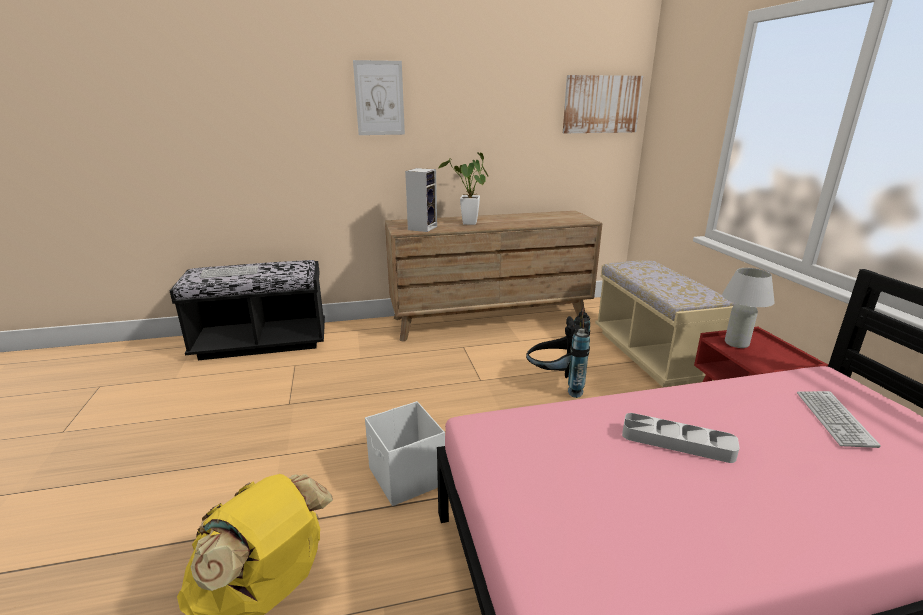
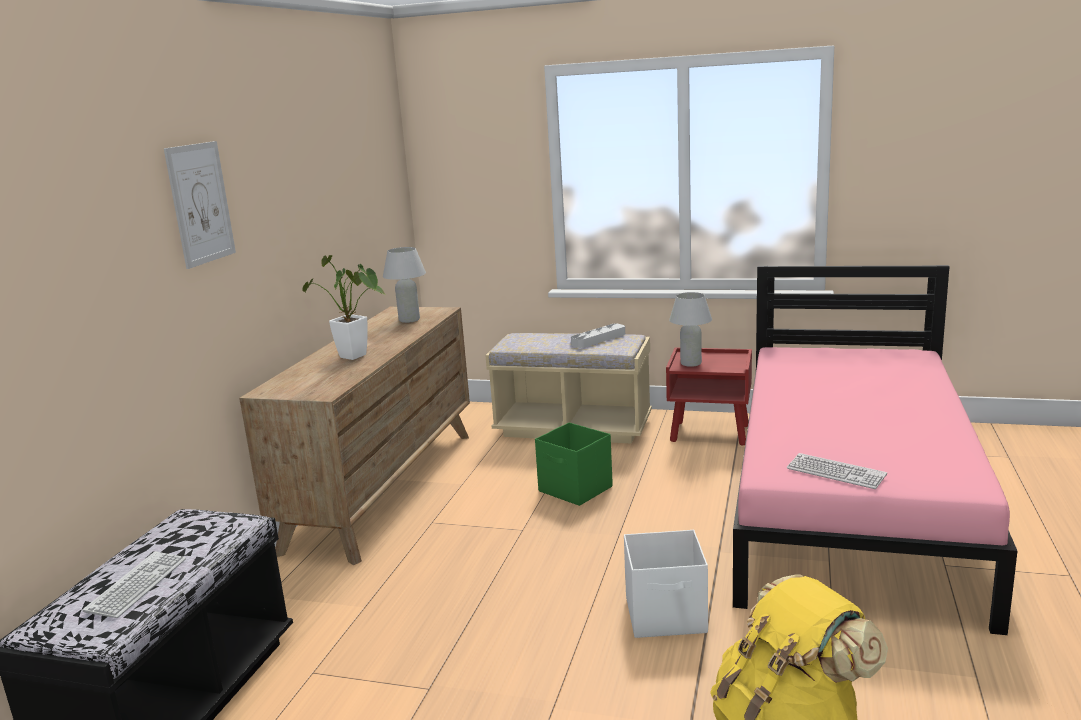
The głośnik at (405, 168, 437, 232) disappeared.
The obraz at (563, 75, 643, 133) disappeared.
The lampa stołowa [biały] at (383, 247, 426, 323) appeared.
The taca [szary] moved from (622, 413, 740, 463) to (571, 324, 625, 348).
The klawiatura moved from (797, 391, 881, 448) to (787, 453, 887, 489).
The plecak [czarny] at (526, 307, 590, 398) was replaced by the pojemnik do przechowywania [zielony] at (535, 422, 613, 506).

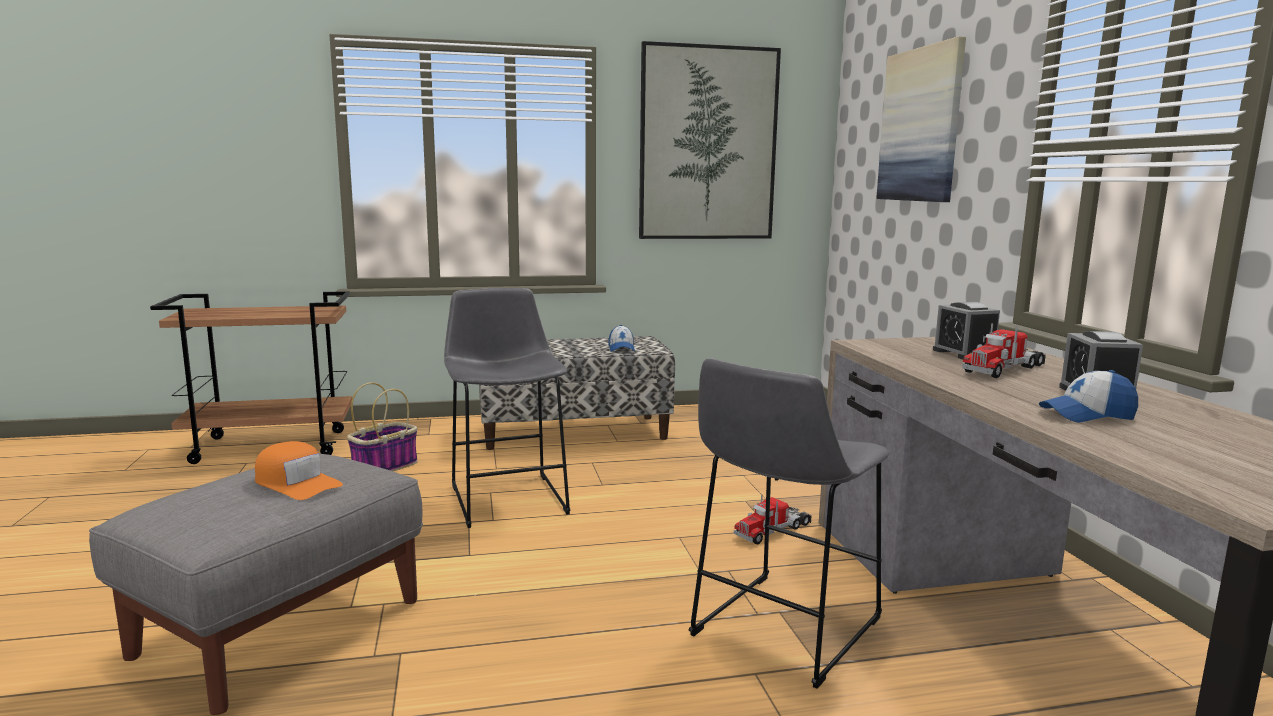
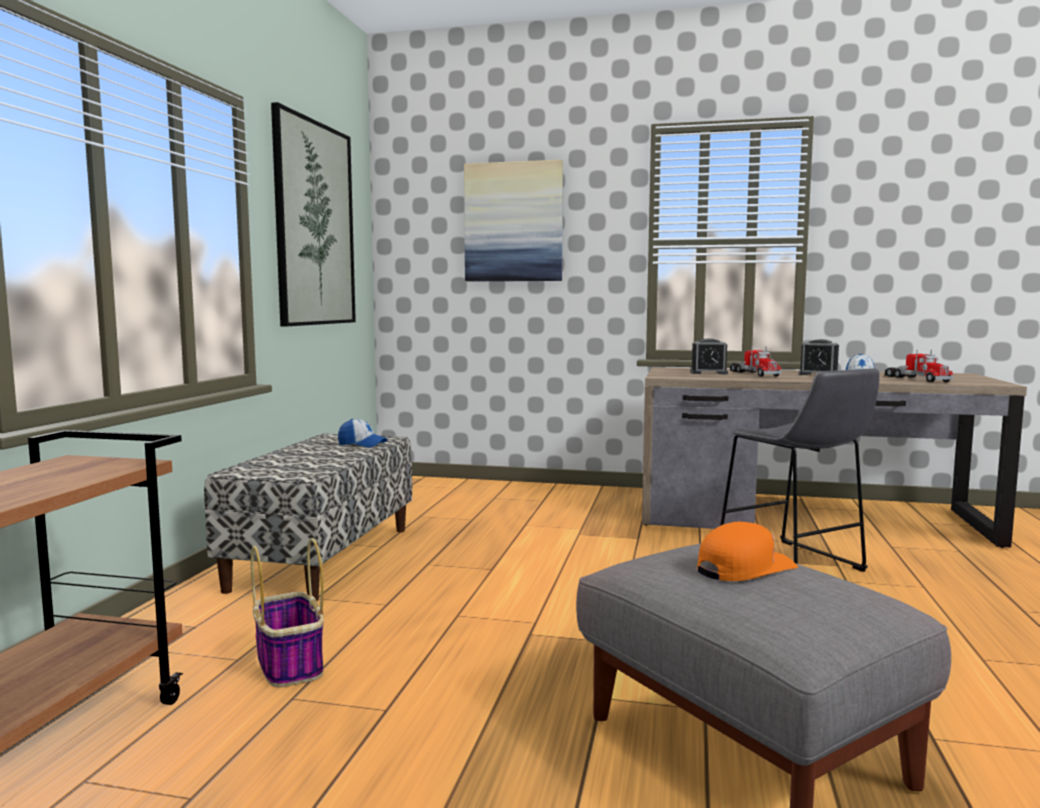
The stołek [szary] at (444, 288, 570, 528) disappeared.
The ciężarówka zabawkowa moved from (734, 494, 812, 544) to (885, 349, 953, 382).

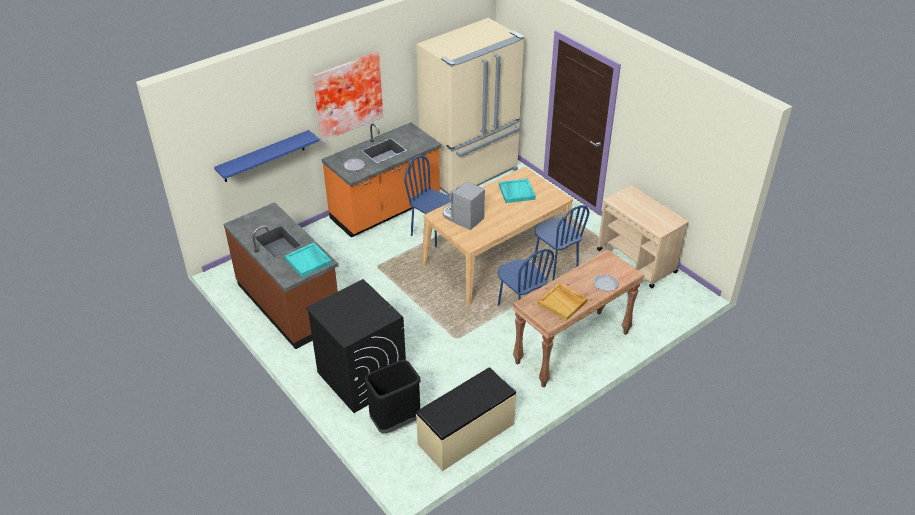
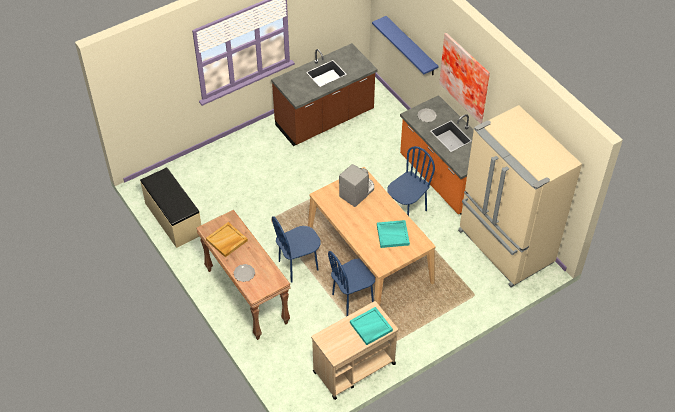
The pralka [czarny] at (306, 279, 406, 413) disappeared.
The kosz na śmieci [czarny] at (365, 360, 421, 434) disappeared.
The taca [turkusowy] moved from (285, 243, 332, 277) to (350, 307, 393, 345).

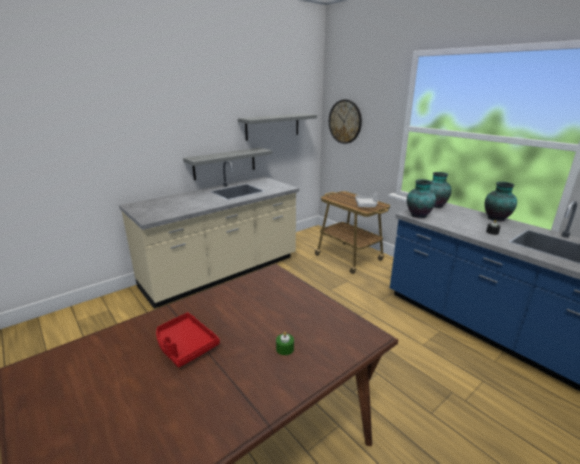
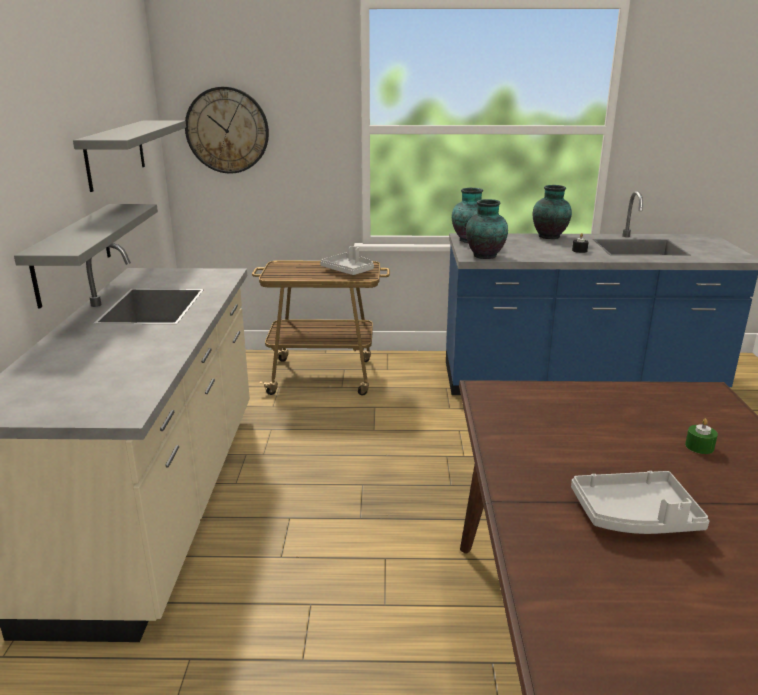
The taca [czerwony] at (156, 312, 220, 368) became the taca [szary] at (571, 471, 709, 534).

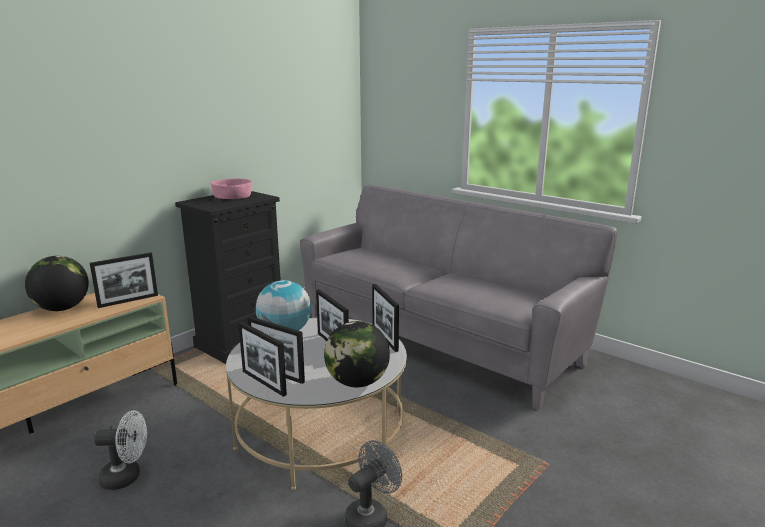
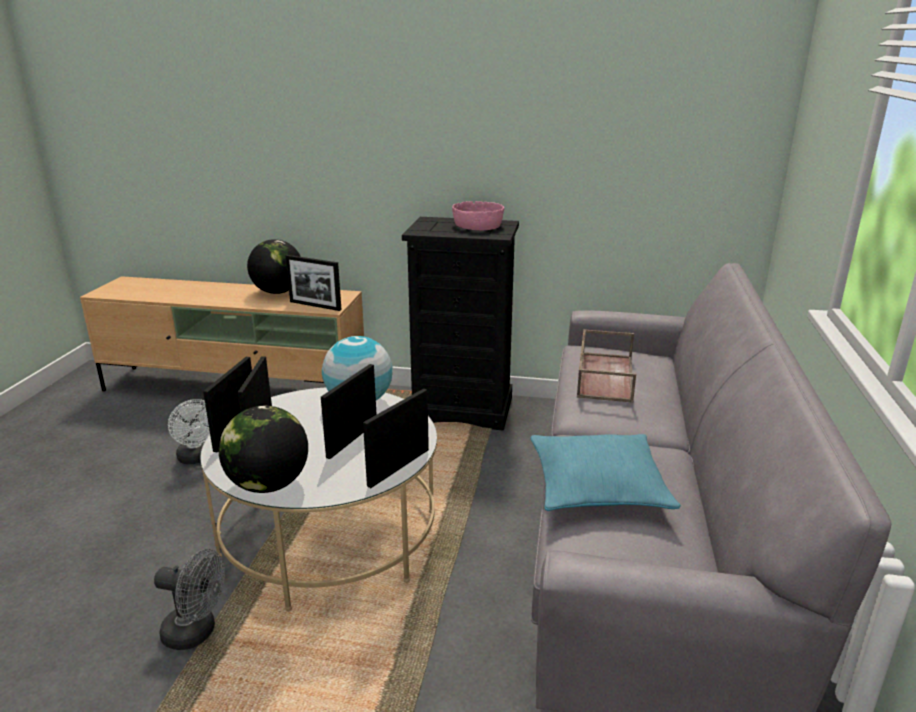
The poduszka [turkusowy] at (530, 434, 681, 511) appeared.
The taca [brązowy] at (577, 329, 636, 403) appeared.

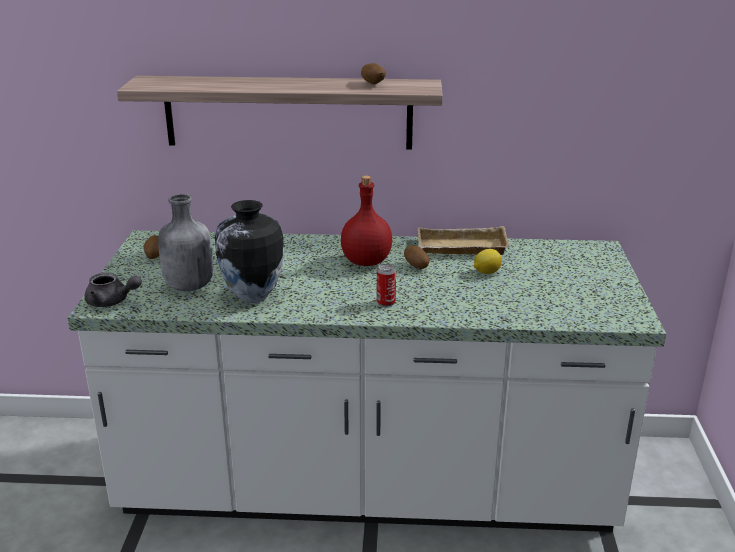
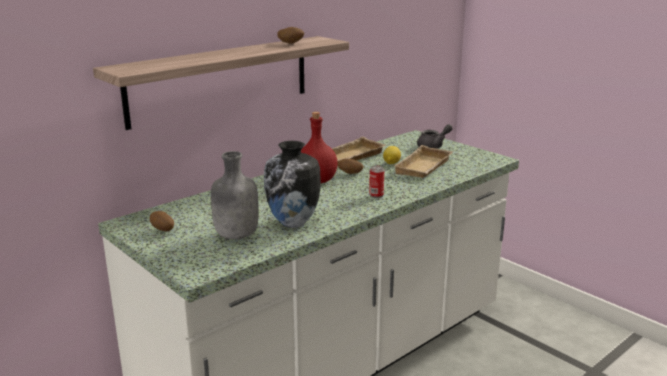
The taca [beżowy] at (393, 145, 453, 178) appeared.
The imbryk [szary] moved from (85, 273, 142, 307) to (417, 124, 453, 149).

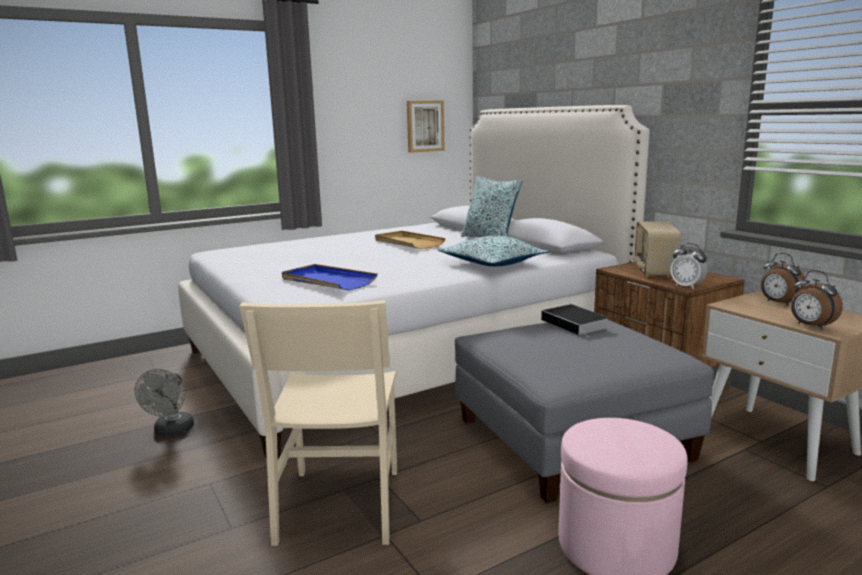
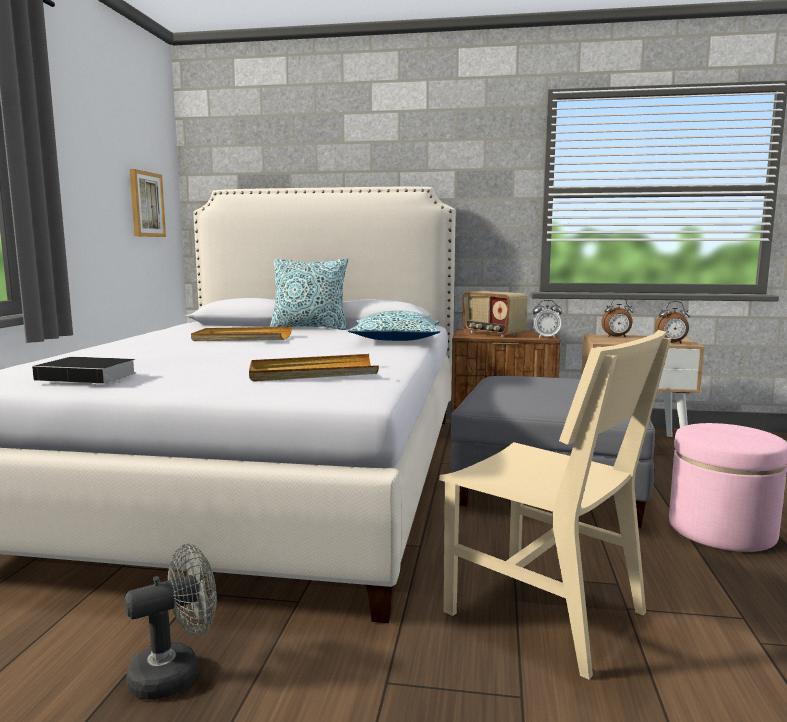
The książka moved from (541, 304, 609, 338) to (32, 357, 136, 384).
The taca [niebieski] at (282, 264, 377, 290) became the taca [beżowy] at (249, 354, 379, 382).
The wentylator [szary] at (134, 369, 194, 436) turned 75 degrees counterclockwise.

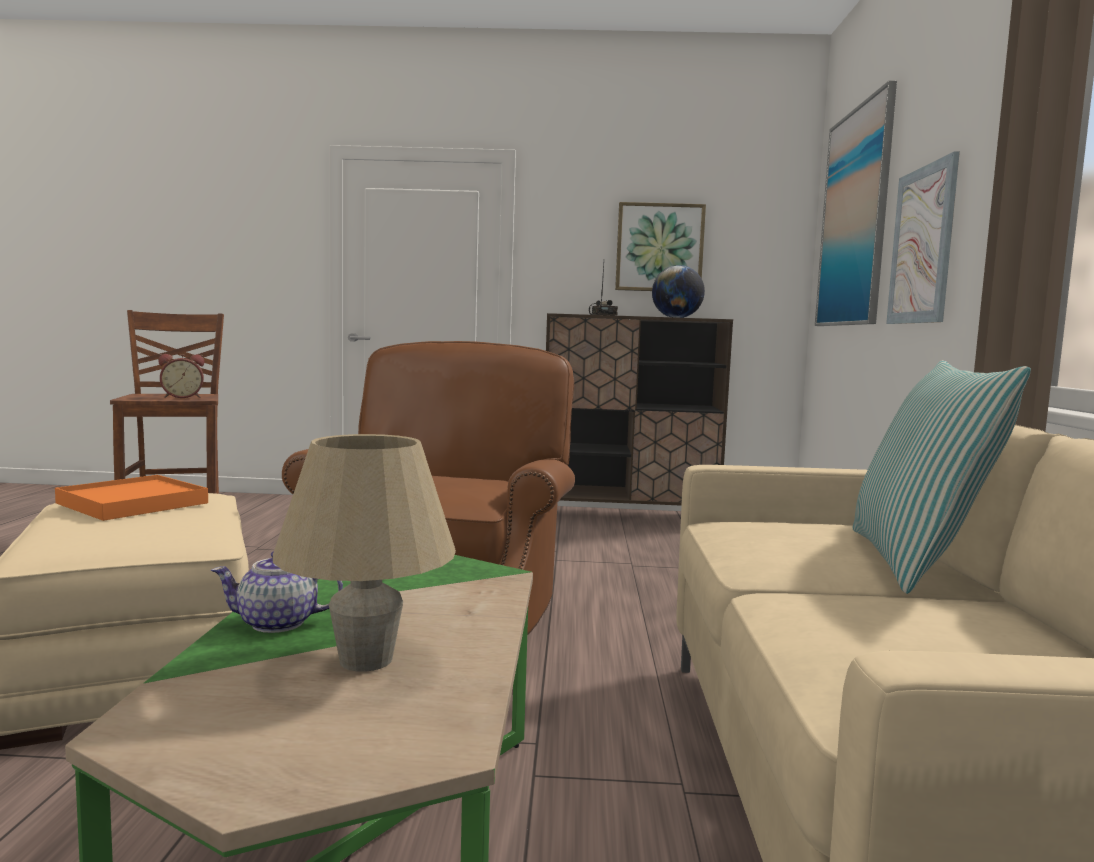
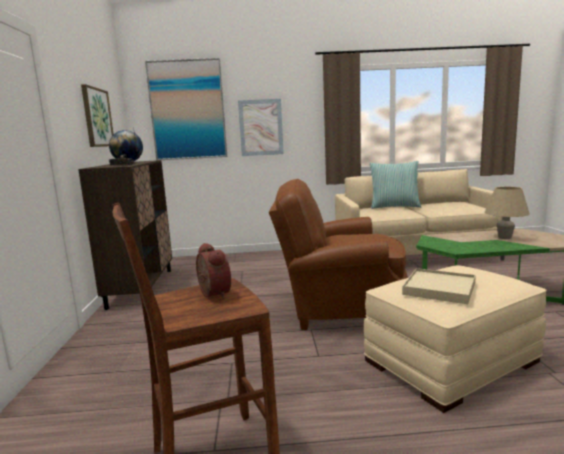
The imbryk at (211, 551, 343, 633) disappeared.
The taca [pomarańczowy] at (55, 475, 208, 521) became the taca [beżowy] at (402, 268, 476, 304).

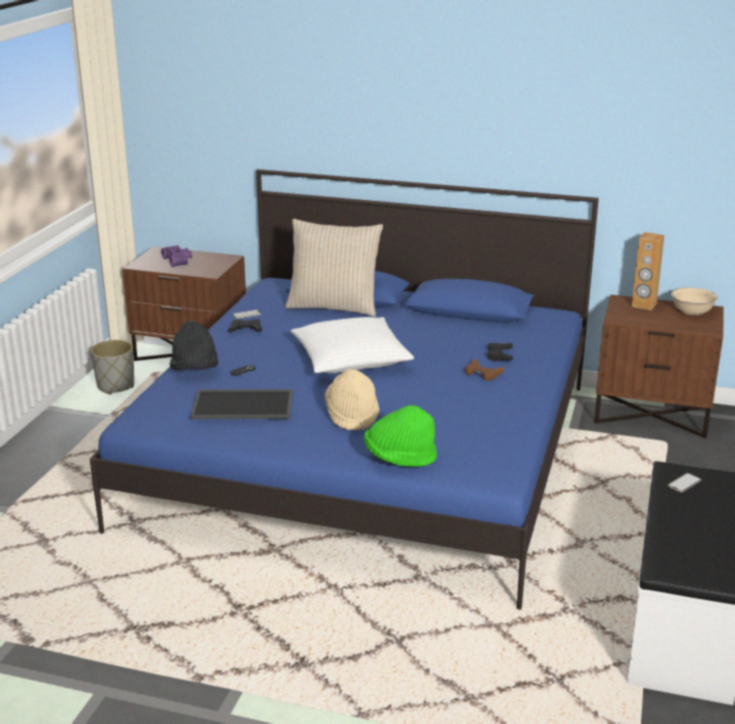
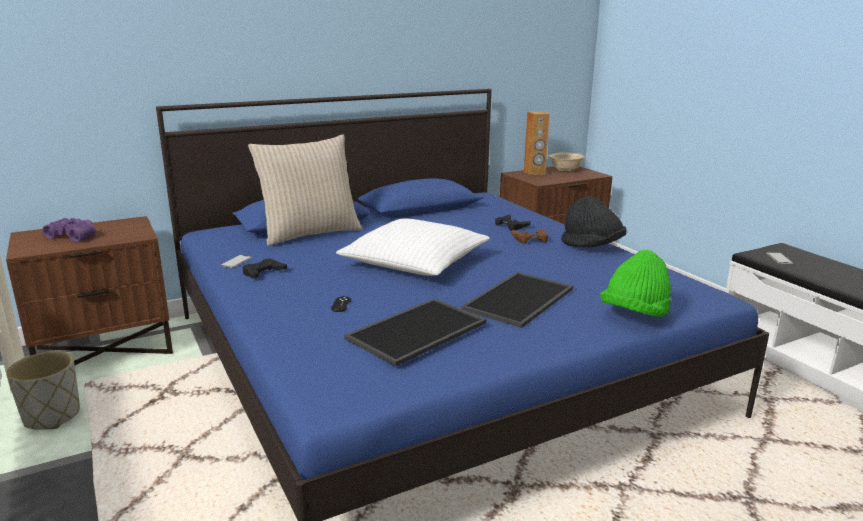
The kapelusz [czarny] moved from (170, 320, 219, 370) to (561, 196, 626, 247).
The kapelusz [beżowy] at (325, 369, 379, 430) was replaced by the taca at (461, 272, 573, 328).

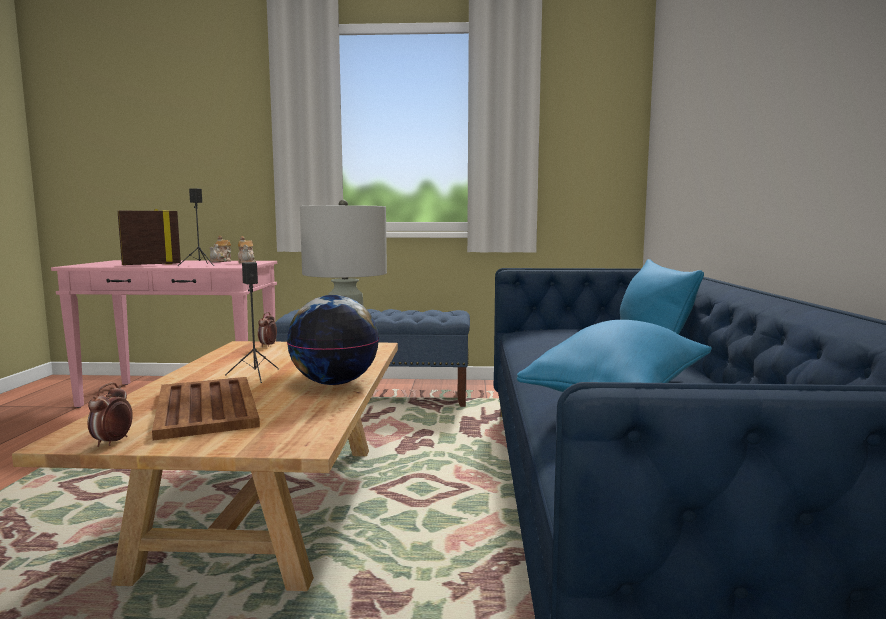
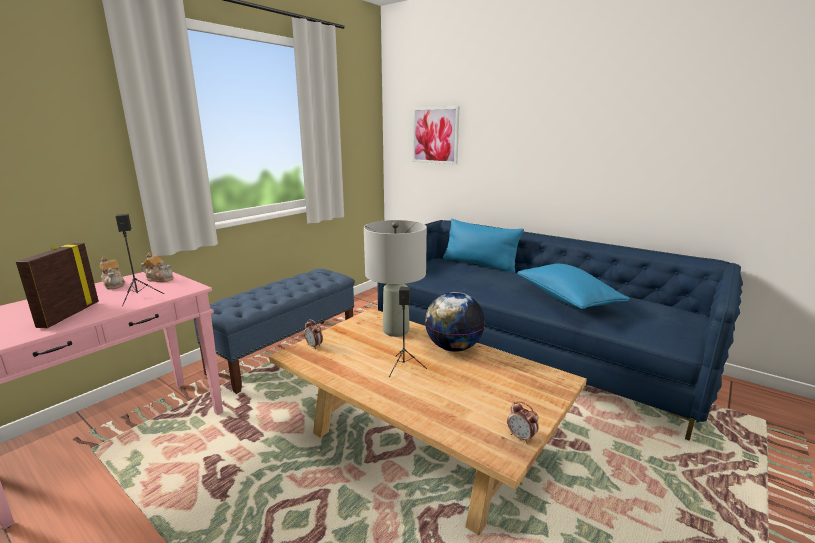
The taca [brązowy] at (152, 377, 260, 441) disappeared.
The obraz at (413, 106, 459, 164) appeared.

